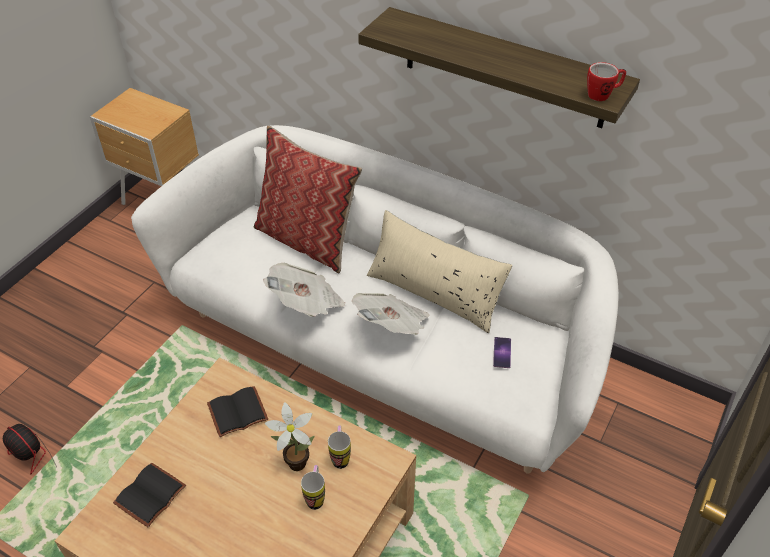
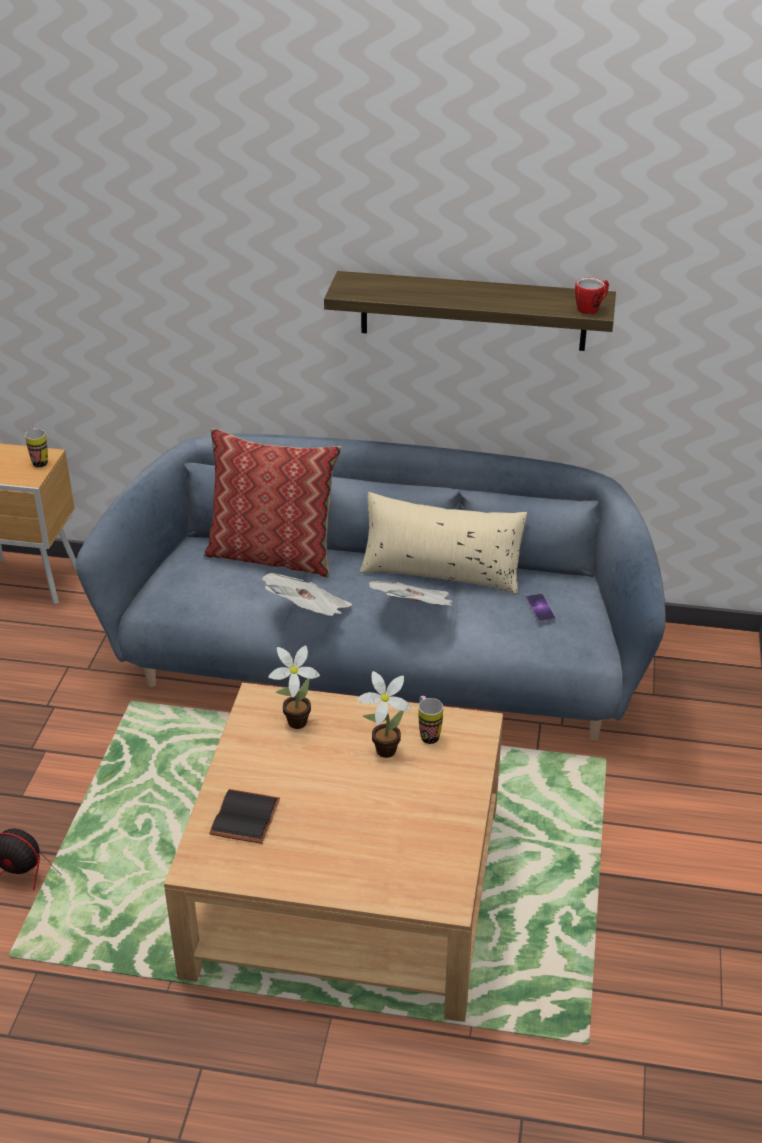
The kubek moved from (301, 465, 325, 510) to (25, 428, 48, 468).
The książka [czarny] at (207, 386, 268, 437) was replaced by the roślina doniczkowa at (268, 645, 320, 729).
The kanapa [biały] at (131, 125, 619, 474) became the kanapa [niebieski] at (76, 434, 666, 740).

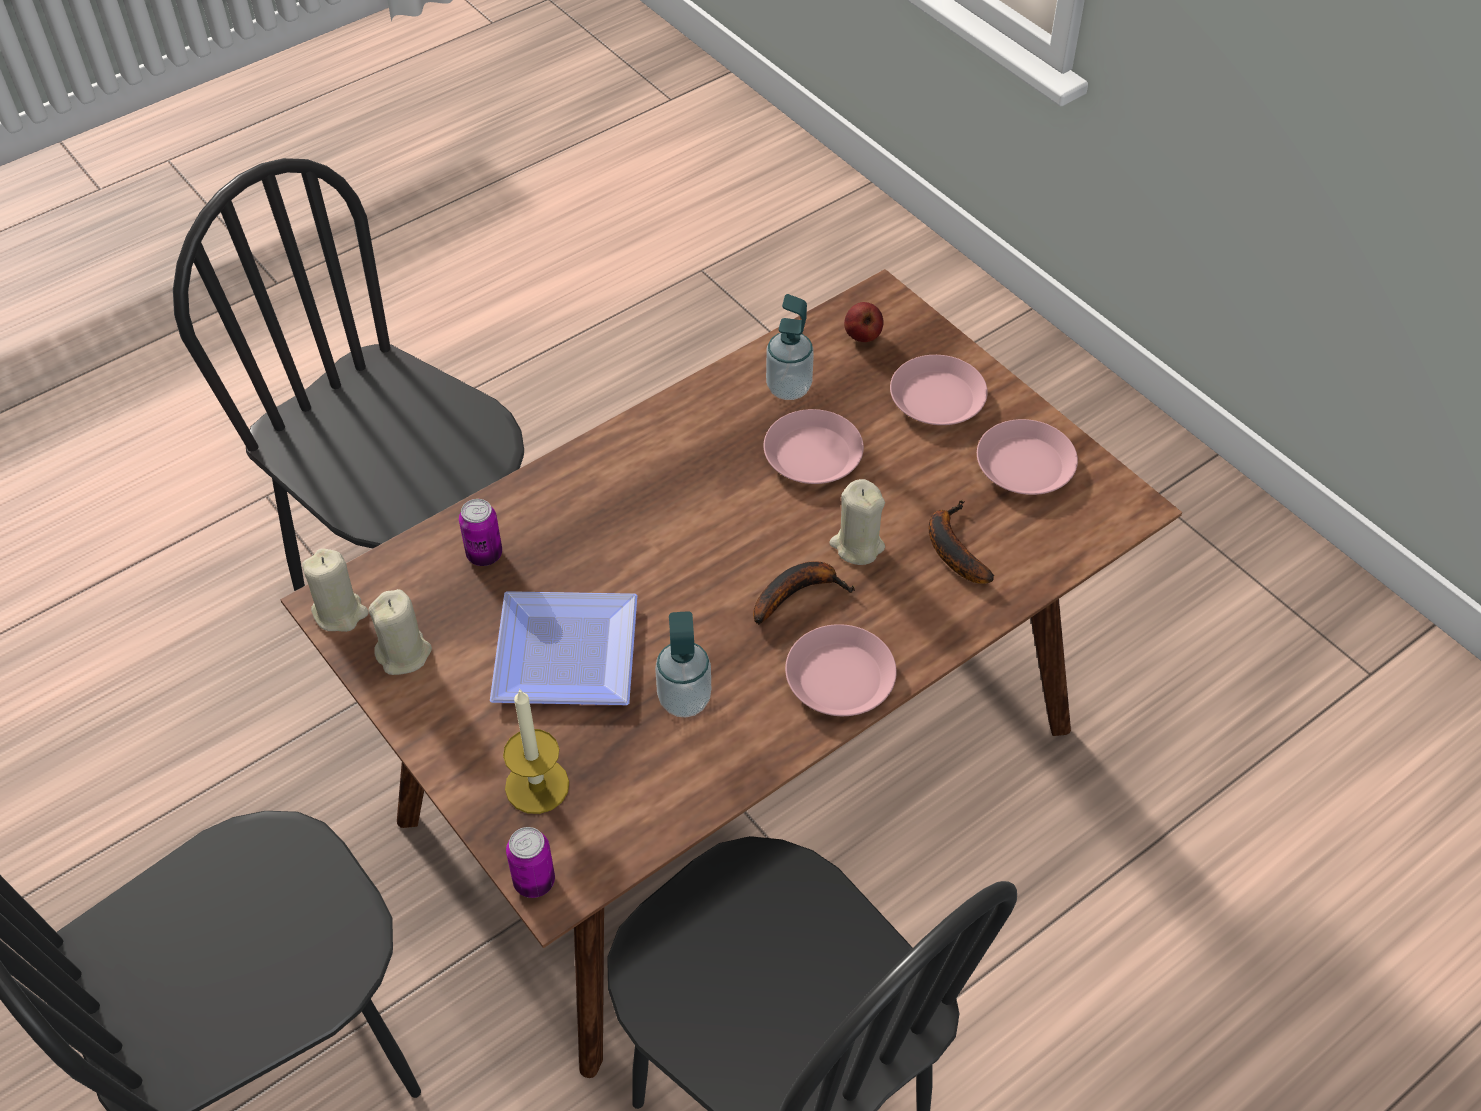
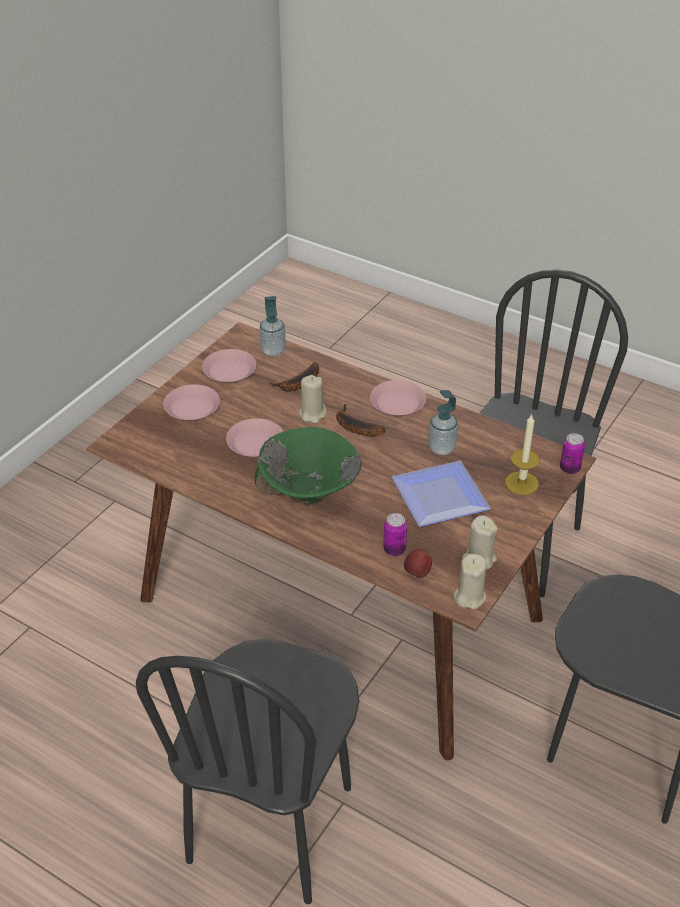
The miska [zielony] at (255, 427, 362, 504) appeared.
The dozownik mydła moved from (766, 294, 814, 400) to (259, 296, 286, 356).
The jabłko moved from (844, 302, 884, 342) to (404, 549, 432, 578).

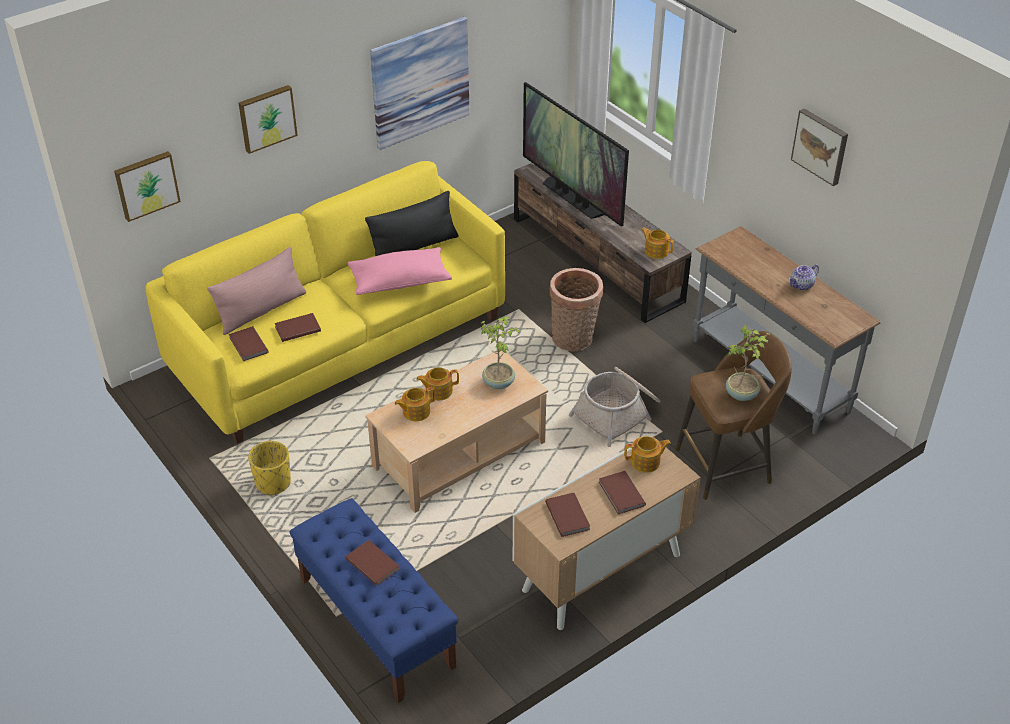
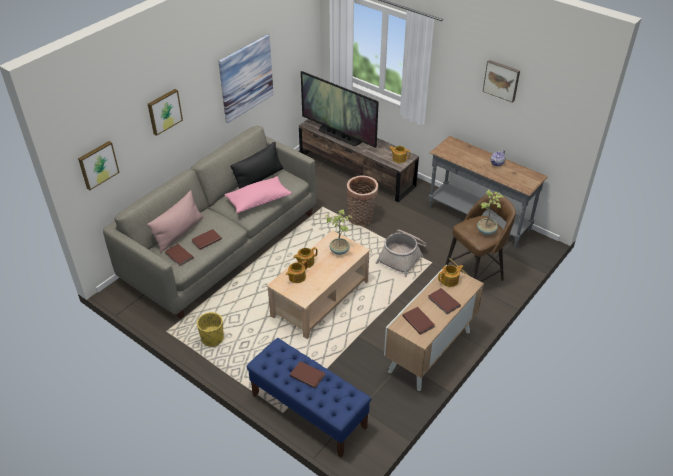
The kanapa [żółty] at (146, 161, 505, 444) became the kanapa [szary] at (103, 126, 316, 319).

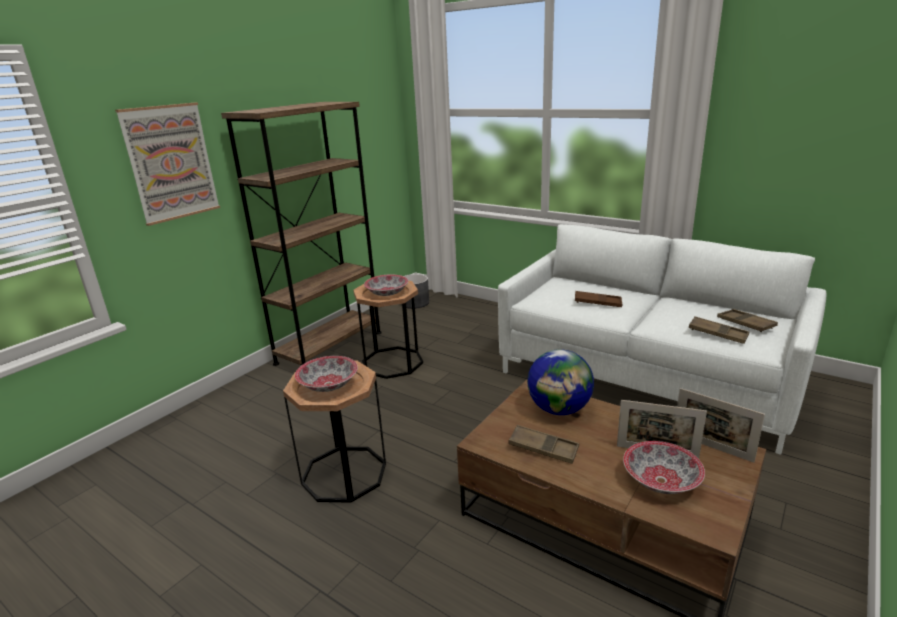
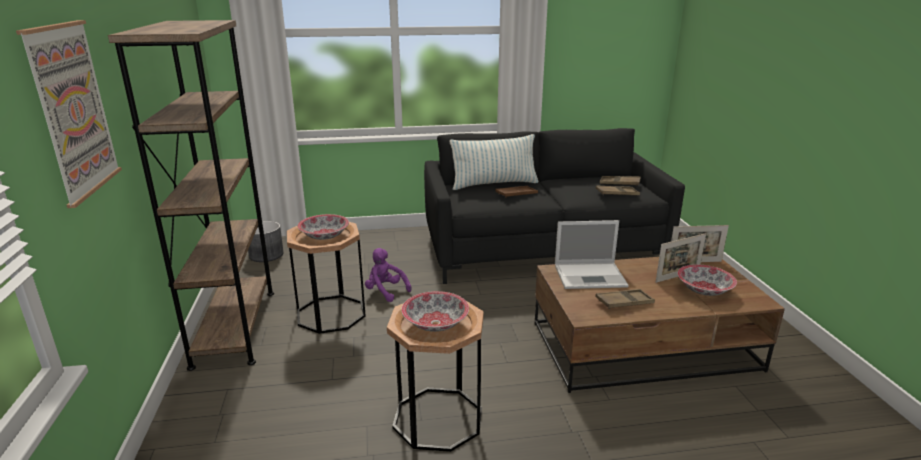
The pluszak [fioletowy] at (365, 248, 412, 302) appeared.
The poduszka at (450, 134, 539, 190) appeared.
The globus at (527, 349, 594, 415) was replaced by the laptop at (555, 220, 629, 289).
The kanapa [biały] at (498, 224, 826, 455) became the kanapa [czarny] at (424, 128, 685, 284).

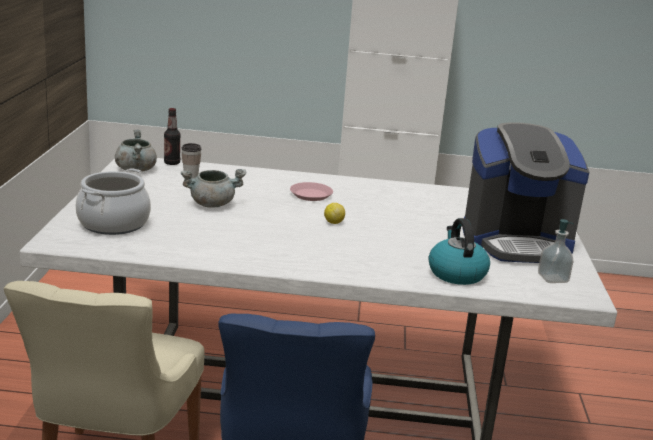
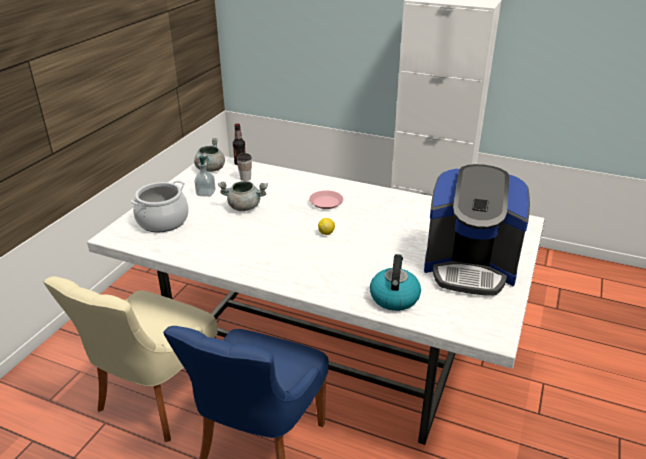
The dozownik mydła moved from (538, 219, 574, 283) to (194, 156, 216, 197).

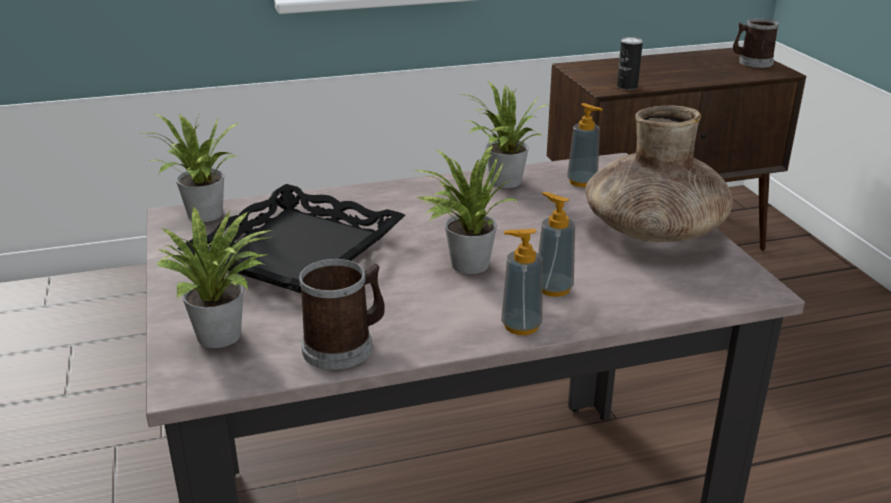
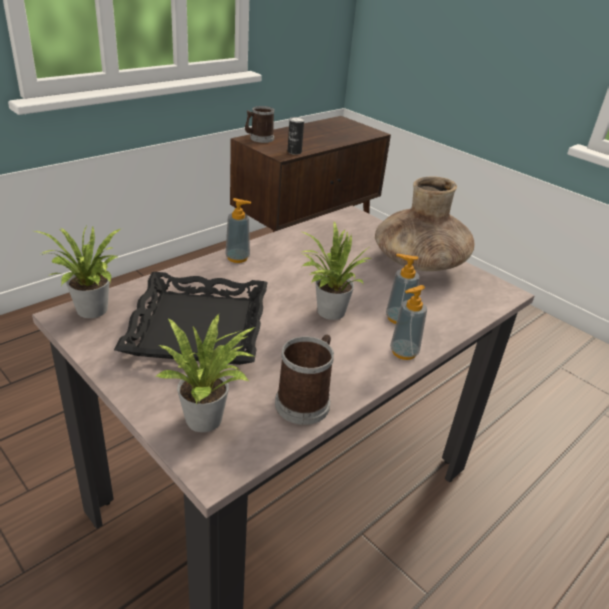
The roślina doniczkowa at (461, 81, 547, 188) disappeared.
The dozownik mydła moved from (567, 103, 603, 187) to (225, 198, 252, 263).
The kubek moved from (733, 18, 779, 68) to (245, 106, 274, 143).

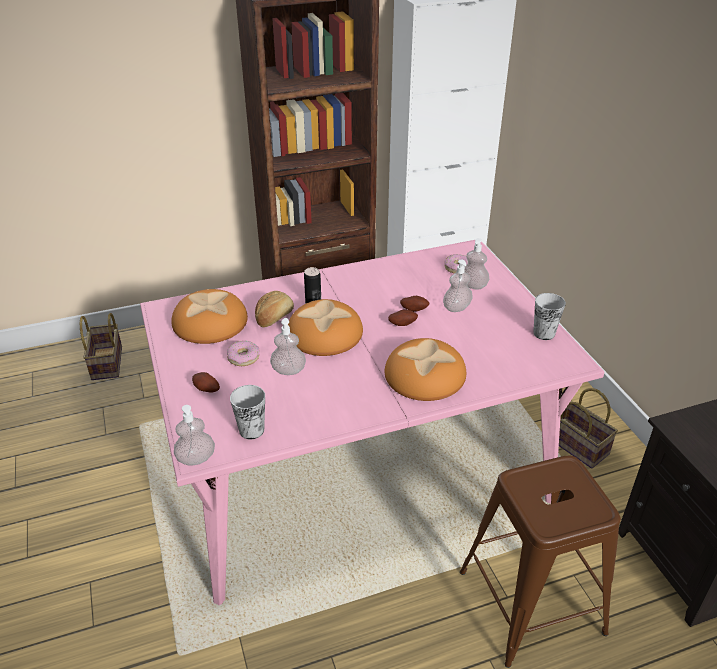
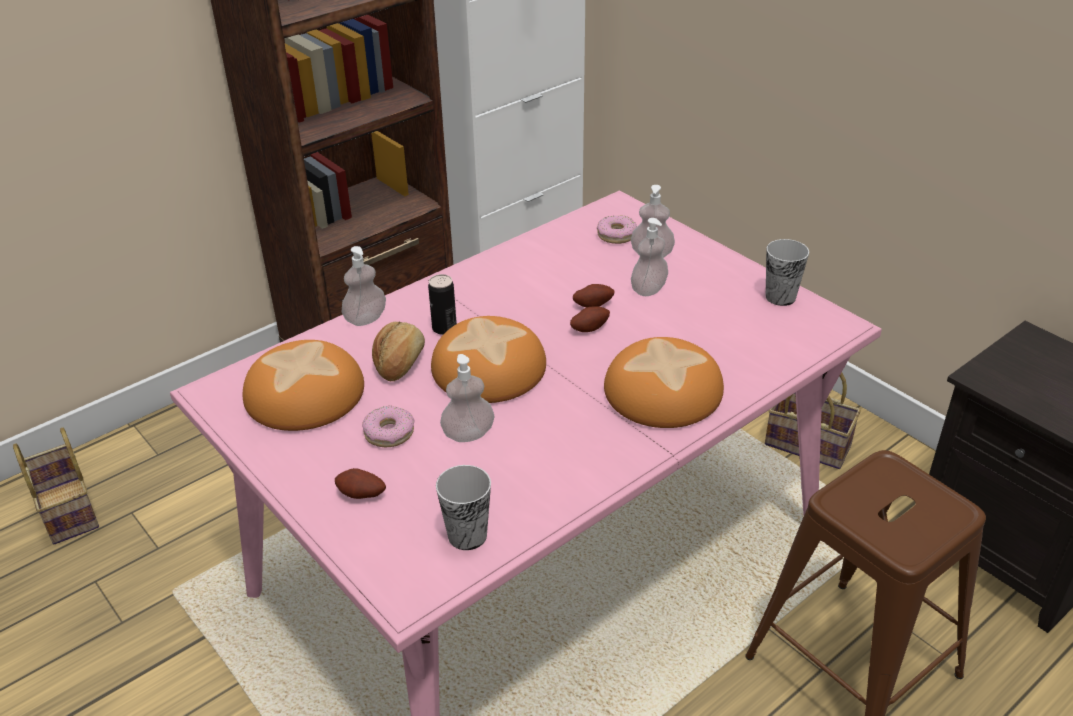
The dozownik mydła moved from (174, 405, 215, 465) to (342, 246, 386, 326).

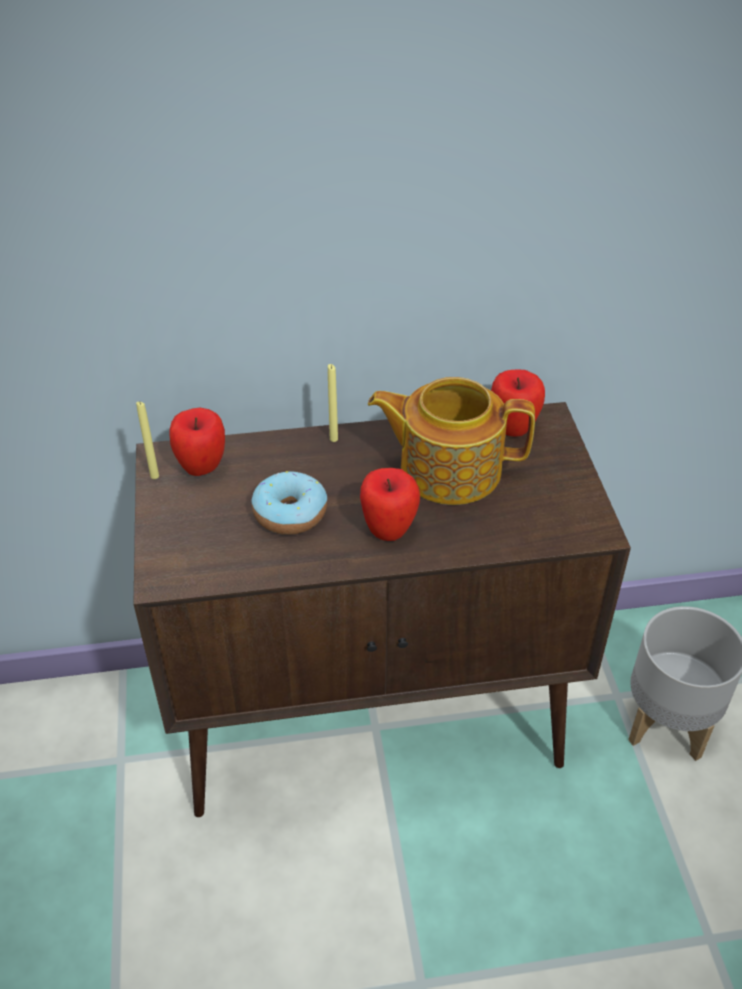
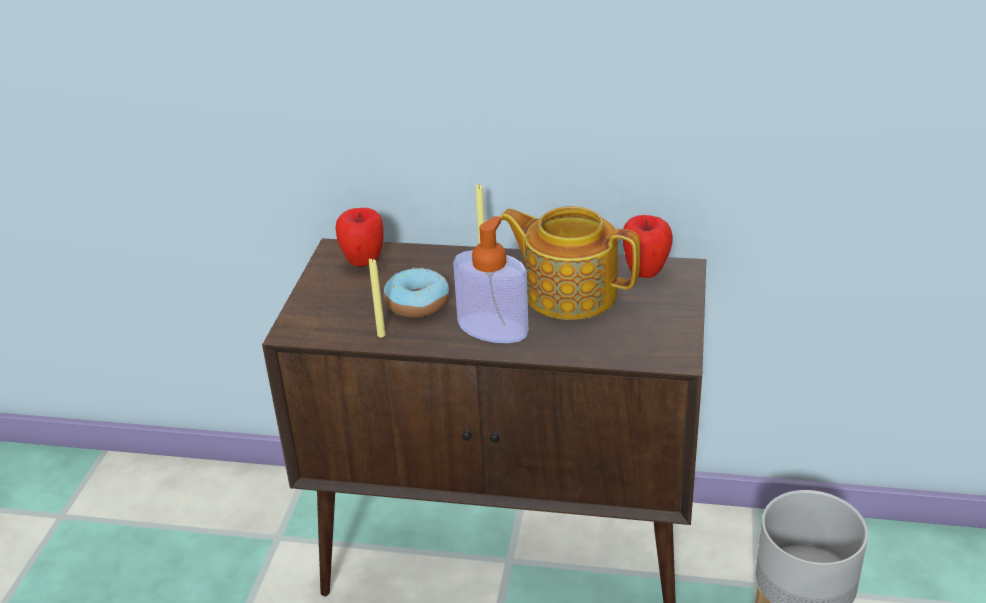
The świeca [żółty] moved from (136, 402, 159, 479) to (369, 258, 386, 337).
The jabłko at (360, 468, 420, 541) was replaced by the dozownik mydła at (453, 216, 528, 343).

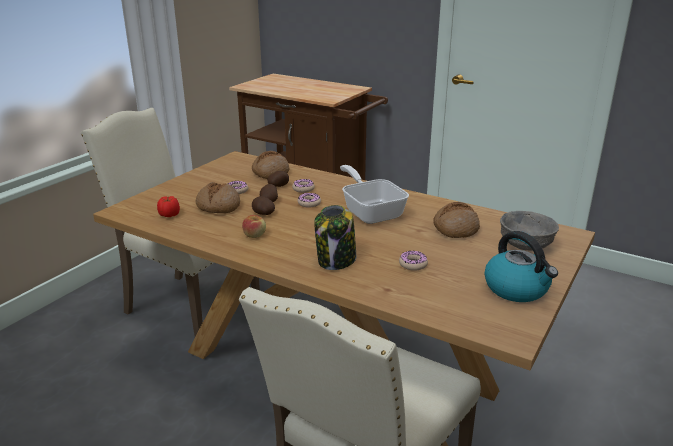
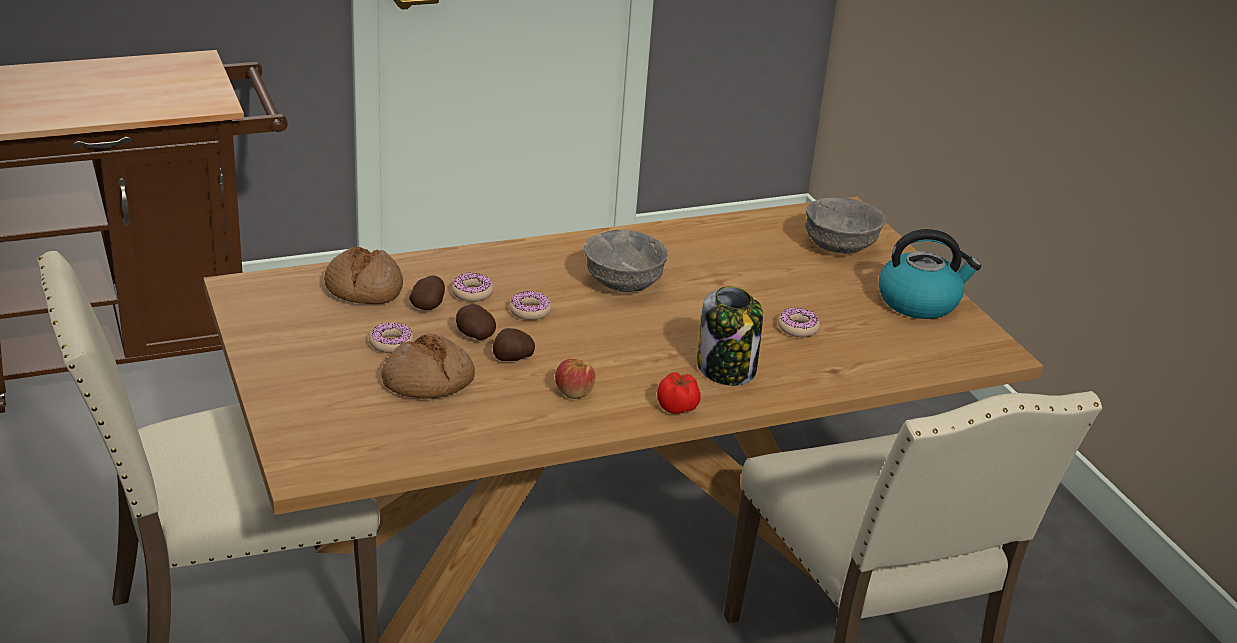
The chleb at (433, 202, 480, 238) disappeared.
The pomidor moved from (157, 196, 180, 217) to (657, 372, 701, 414).
The patelnia at (340, 165, 409, 224) was replaced by the miska [szary] at (584, 230, 668, 292).

